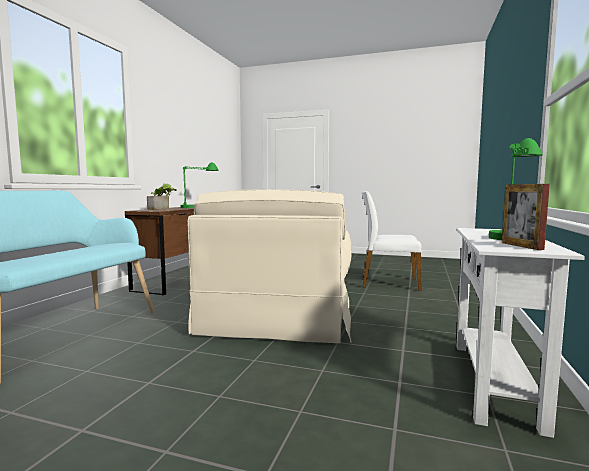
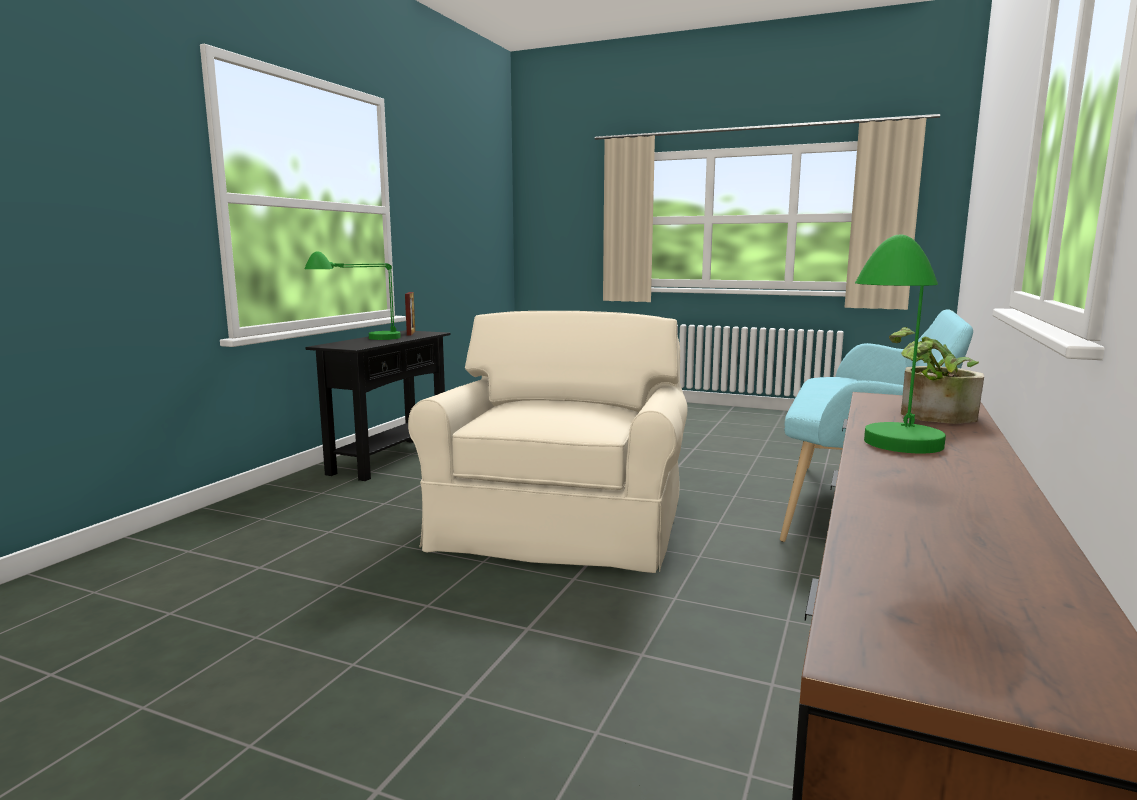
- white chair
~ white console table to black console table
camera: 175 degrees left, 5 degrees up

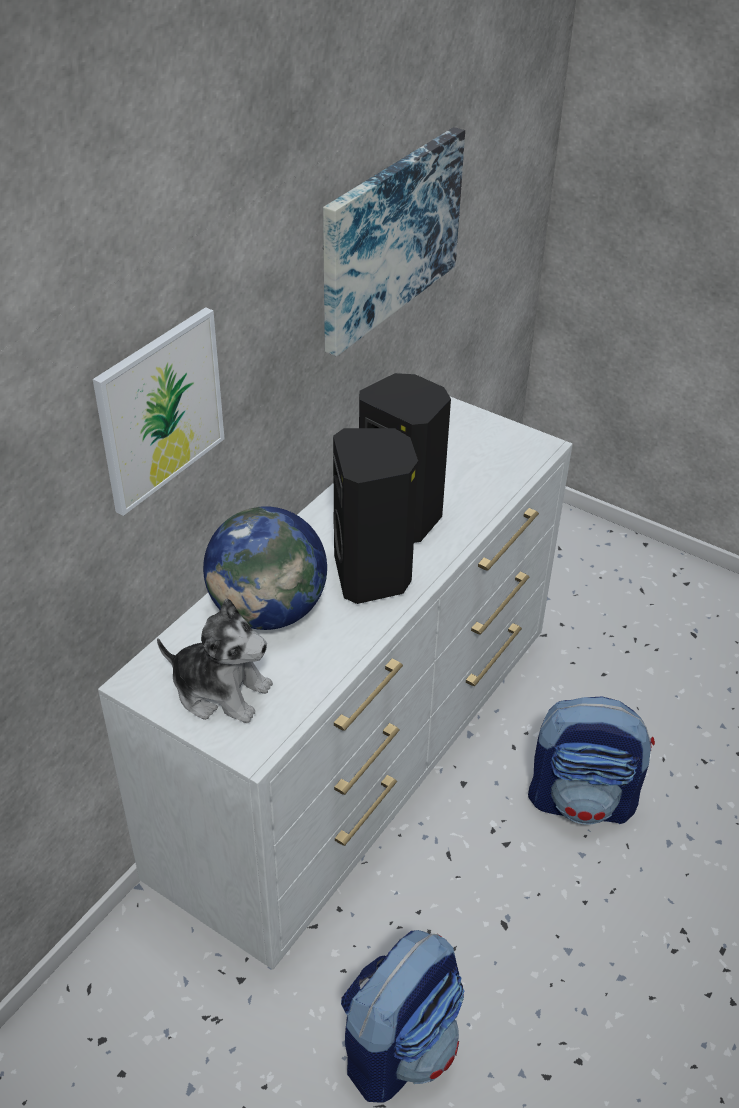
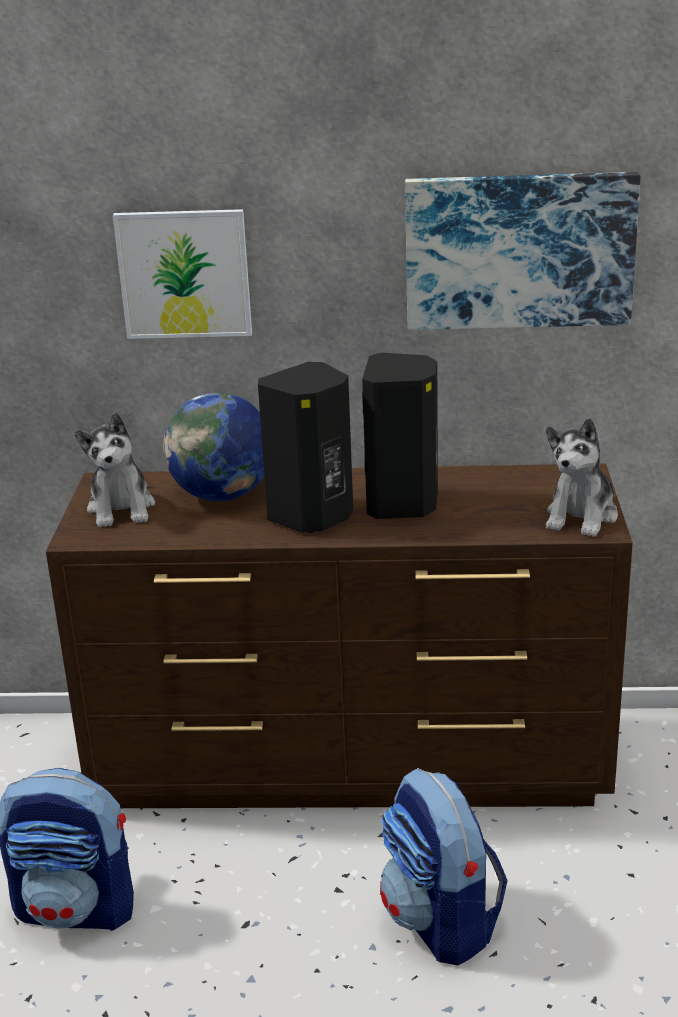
~ white dresser to brown dresser
+ plush toy (no. 2 from left)
camera: 60 degrees right, 15 degrees down

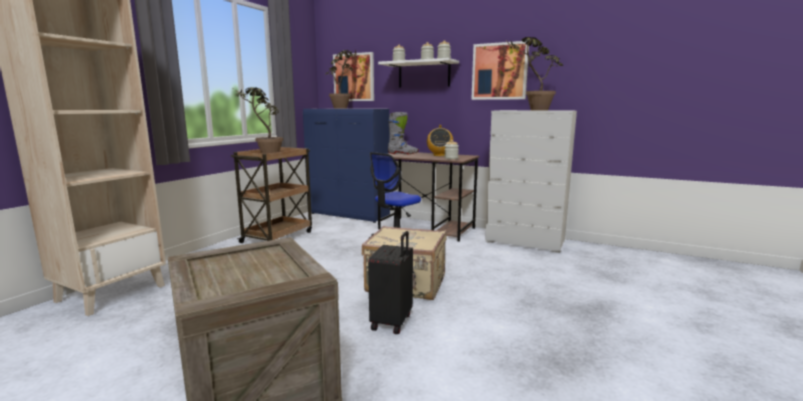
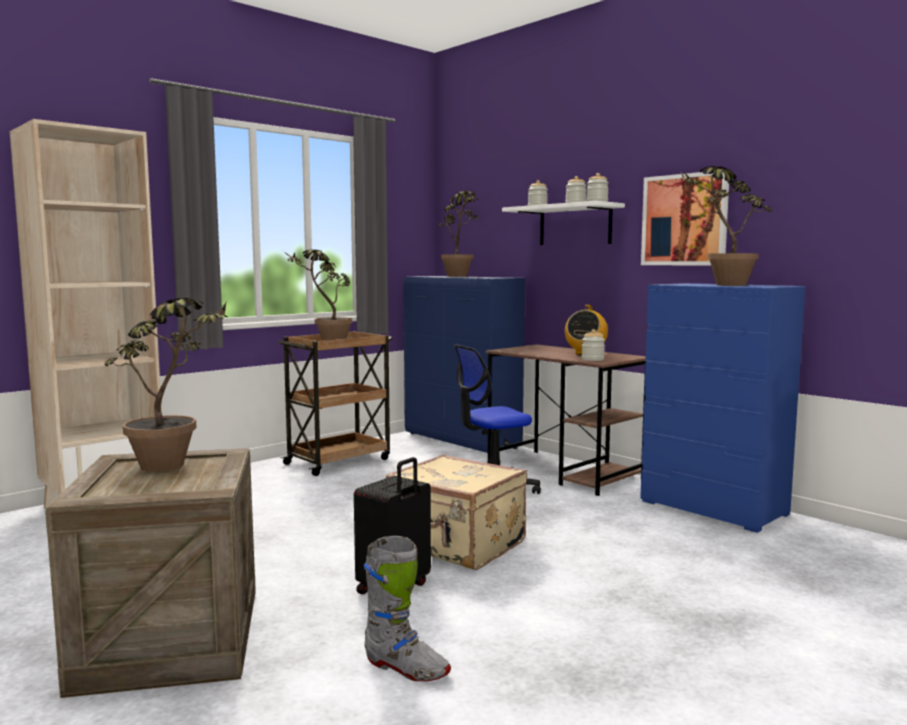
- picture (no. 1 from left)
~ grey boot
~ white dresser to blue dresser
+ potted plant (no. 1 from left)
camera: 20 degrees right, 5 degrees down

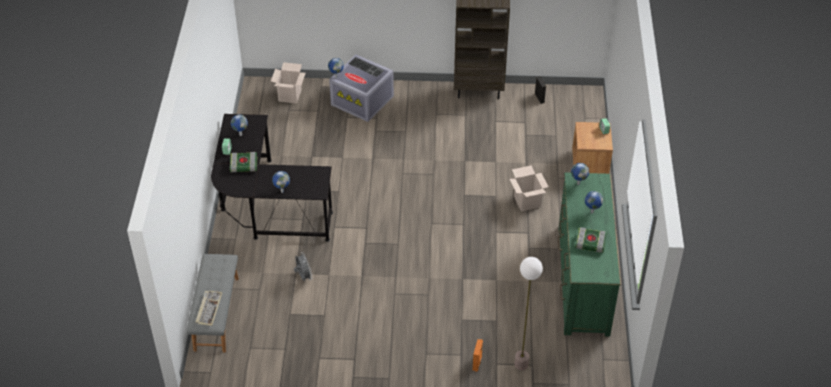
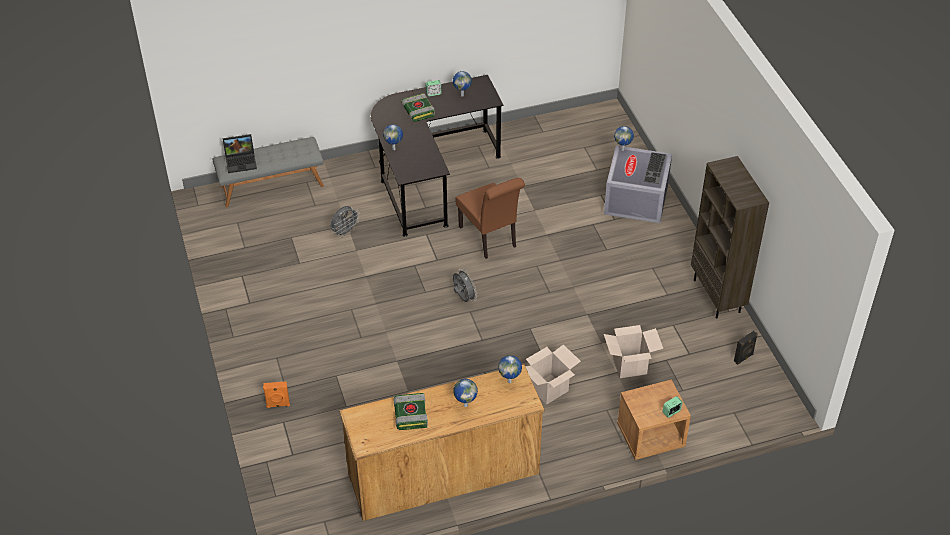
~ keyboard (no. 1 from left) to laptop
~ cardboard box (no. 1 from left in the first image) to cardboard box (no. 2 from left)
- floor lamp
~ green dresser to brown dresser
+ grey fan (no. 2 from left)
+ brown chair
camera: 70 degrees right, 0 degrees up

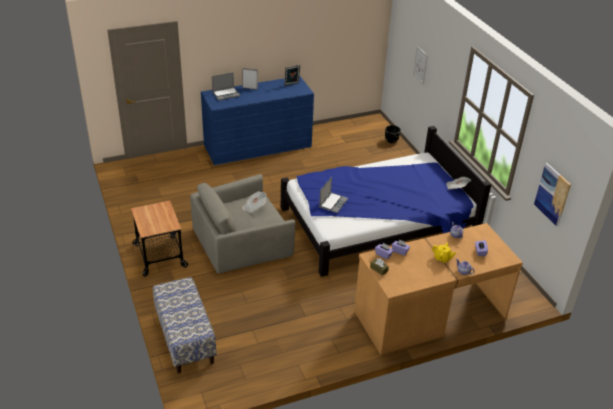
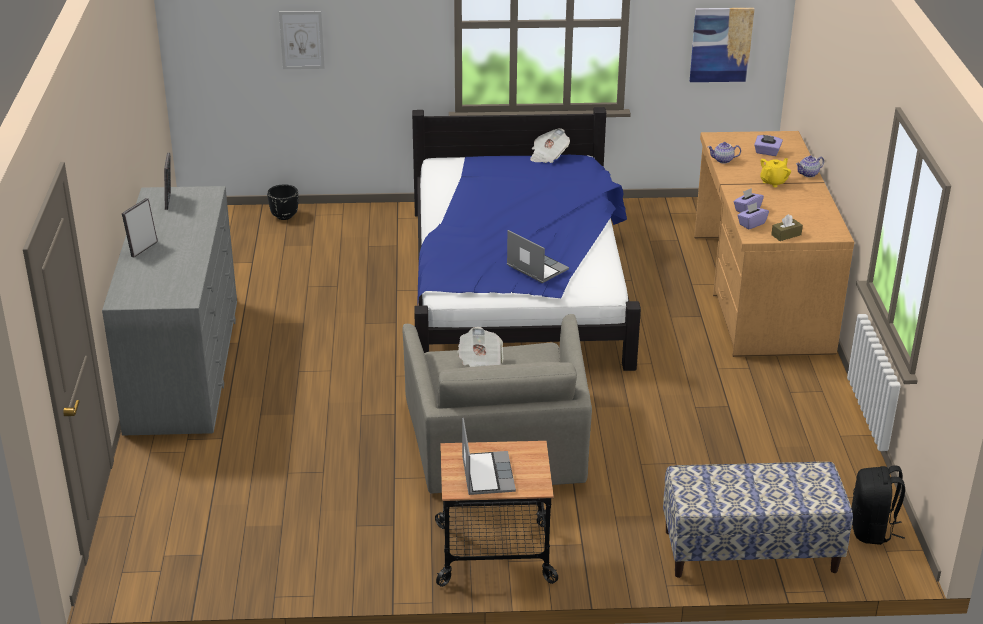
~ blue dresser to grey dresser
~ laptop (no. 1 from left)
+ black backpack
camera: 70 degrees left, 5 degrees down

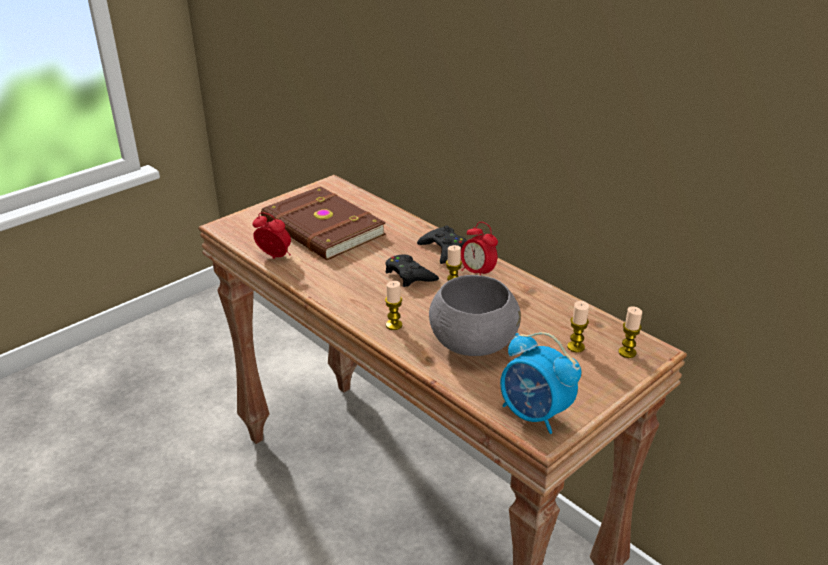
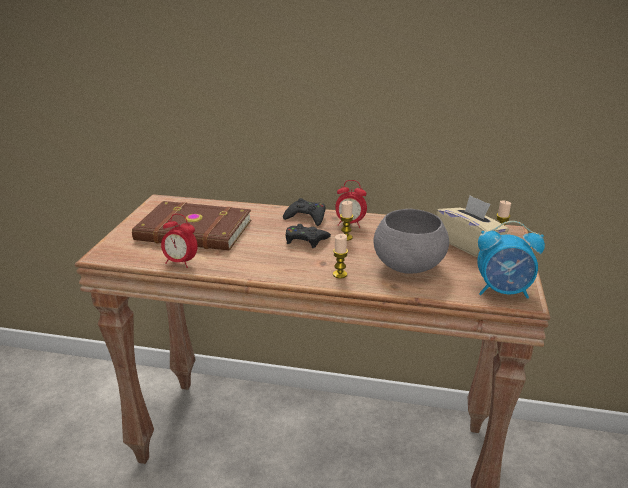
~ alarm clock (no. 1 from left) 150 degrees counterclockwise
~ candle (no. 3 from left) to beige tissue box
camera: 35 degrees left, 5 degrees down

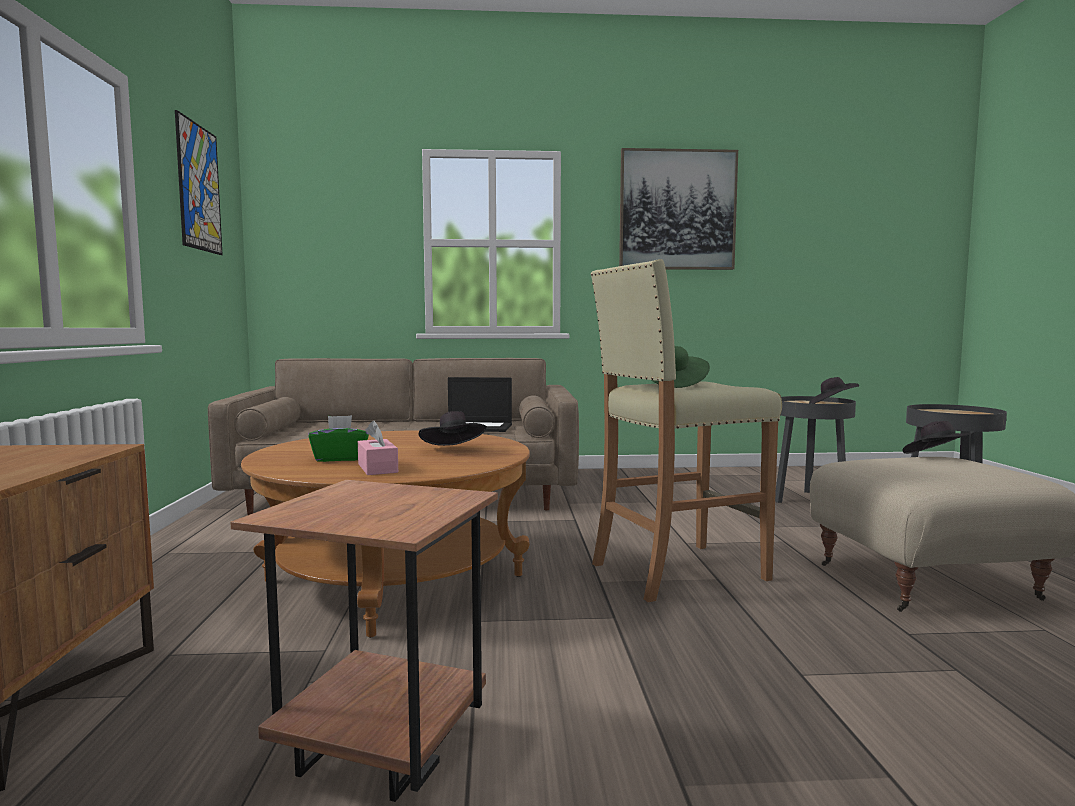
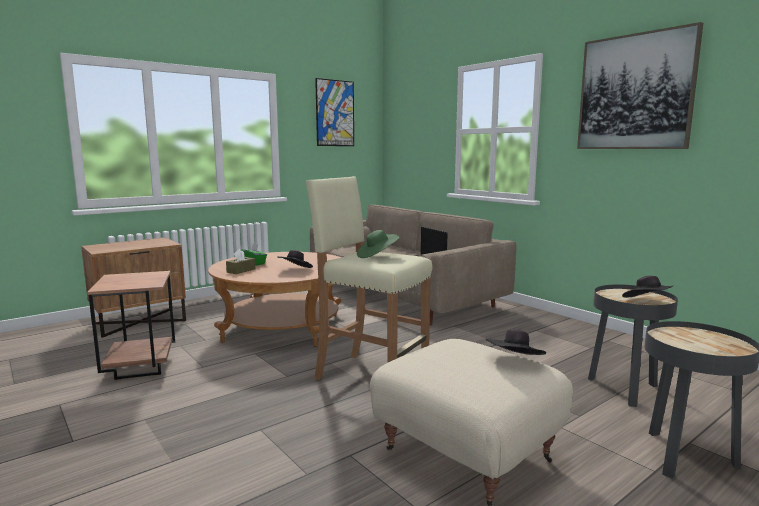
~ pink tissue box to brown tissue box
camera: 55 degrees right, 5 degrees up

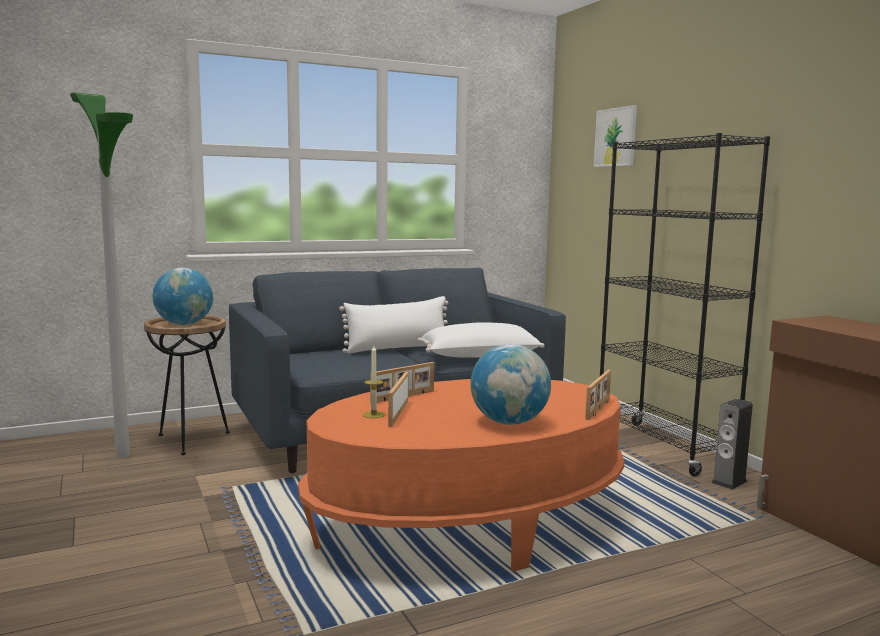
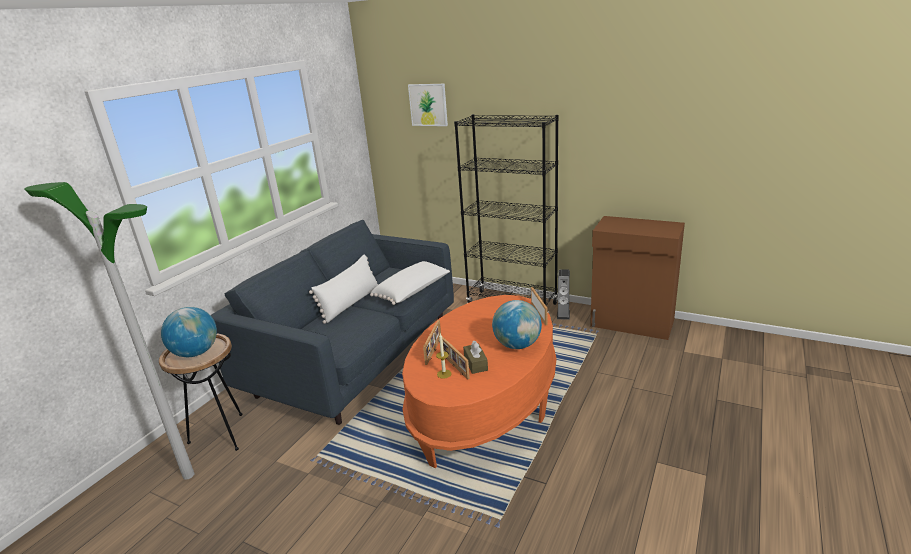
+ brown tissue box
camera: 35 degrees left, 15 degrees up

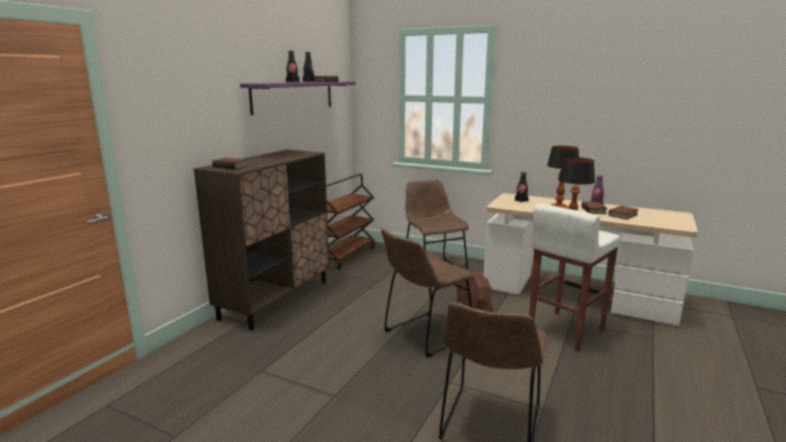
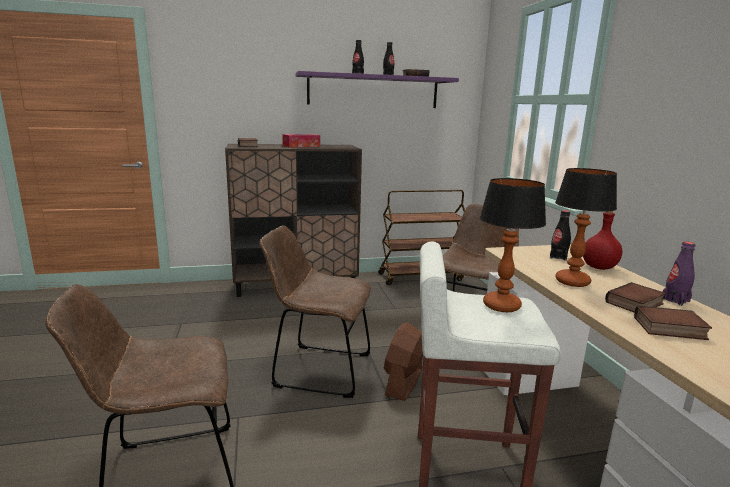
+ tissue box
+ red bottle
camera: 50 degrees right, 0 degrees up

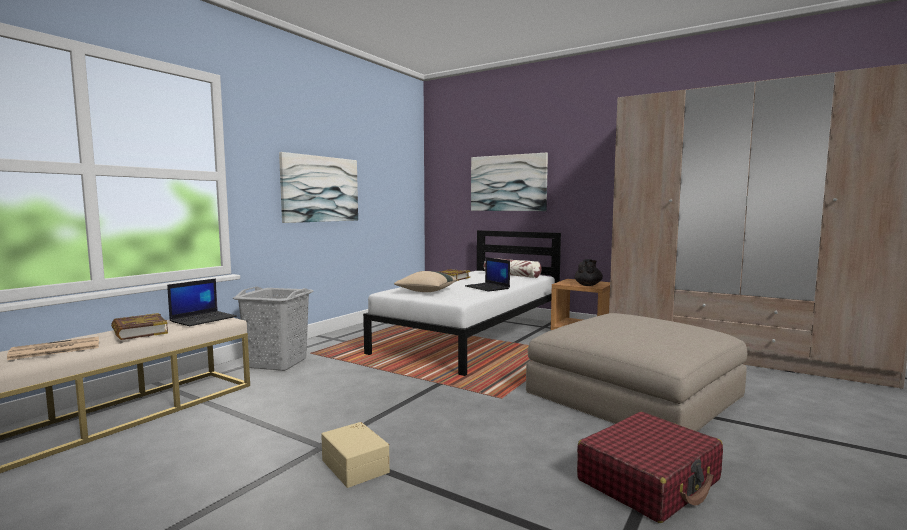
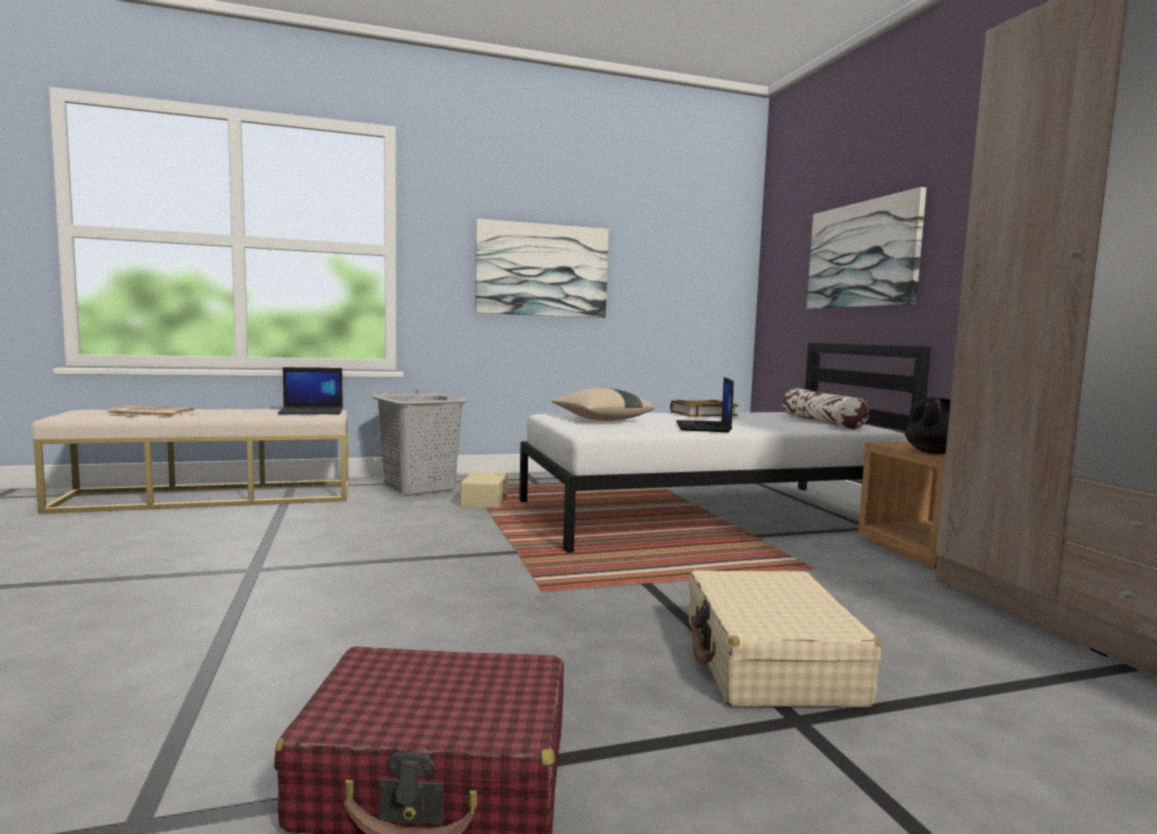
- book (no. 1 from left)
~ beige storage box
~ beige ottoman to beige suitcase
camera: 40 degrees right, 0 degrees up

